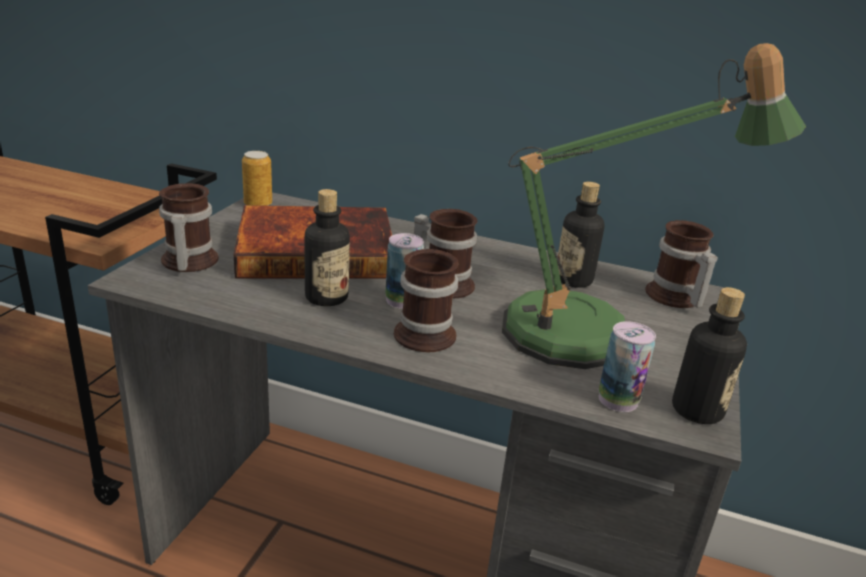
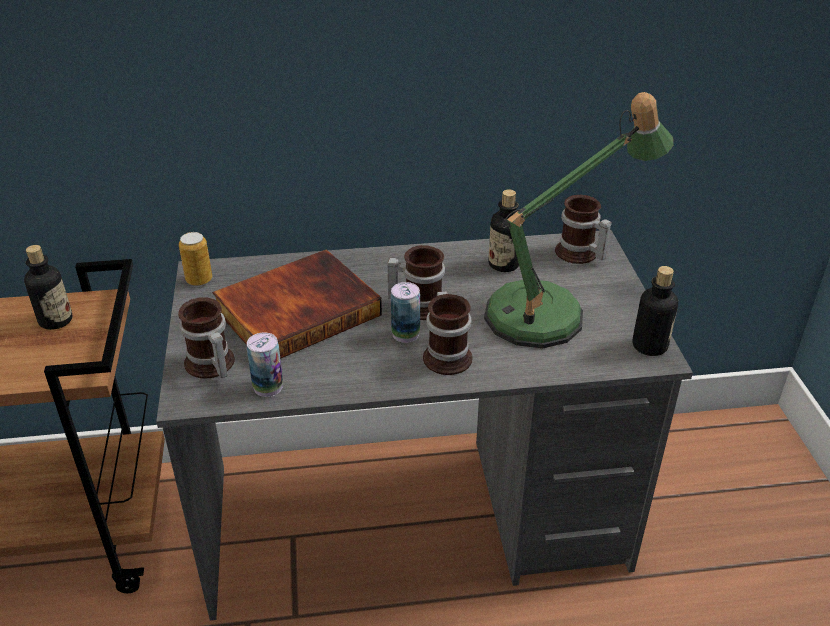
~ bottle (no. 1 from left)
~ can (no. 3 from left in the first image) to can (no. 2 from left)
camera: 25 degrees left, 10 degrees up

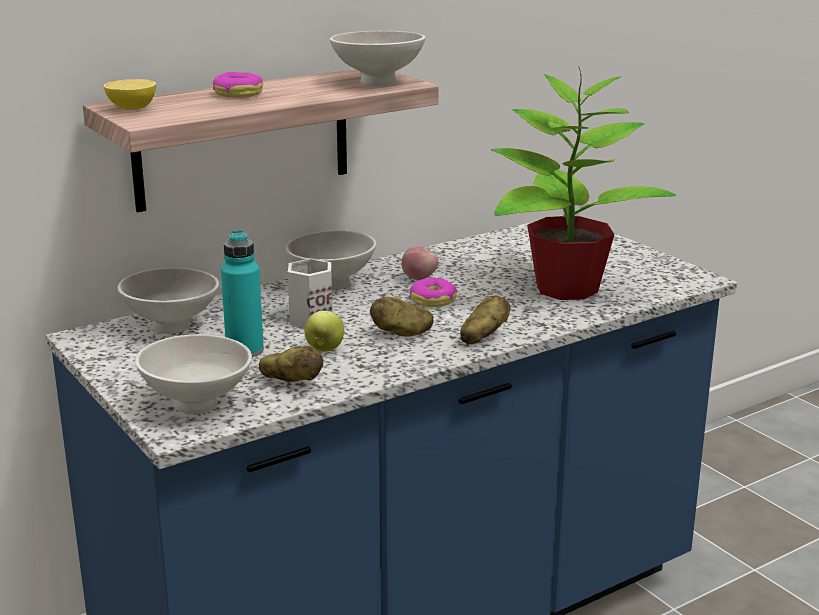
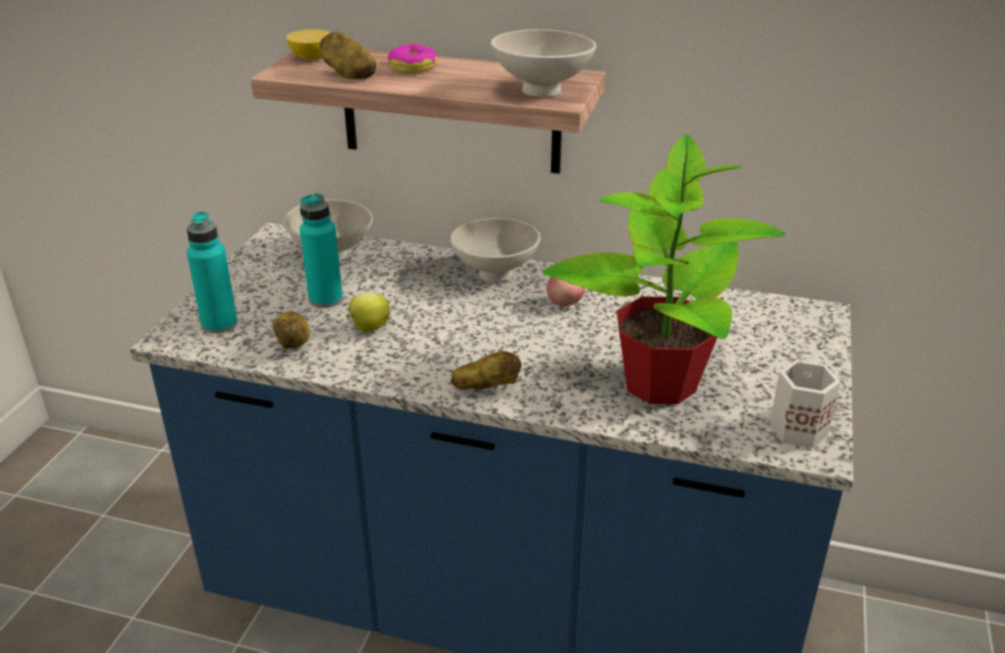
~ white bowl (no. 2 from left) to turquoise bottle (no. 1 from left)
~ white mug
~ potato (no. 2 from left)
- donut (no. 2 from left)
camera: 50 degrees right, 10 degrees up

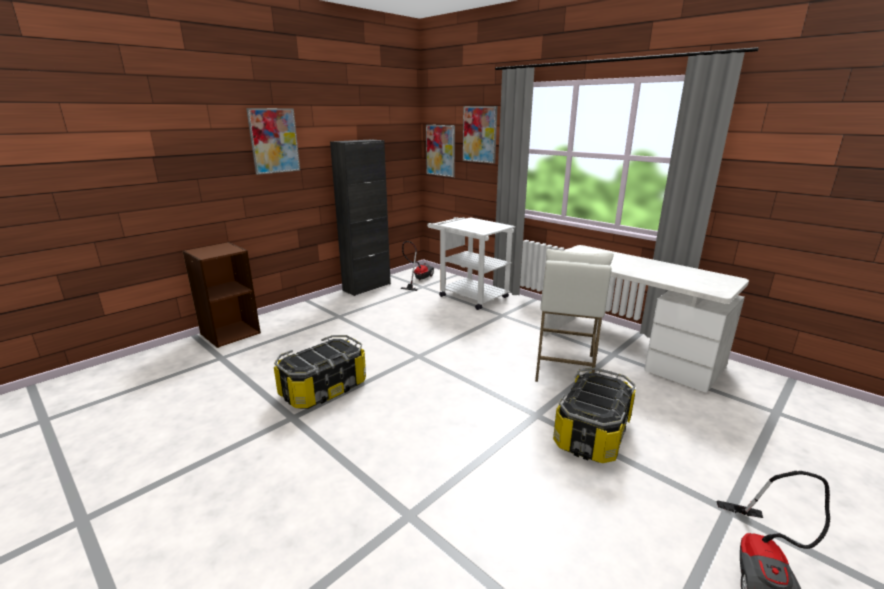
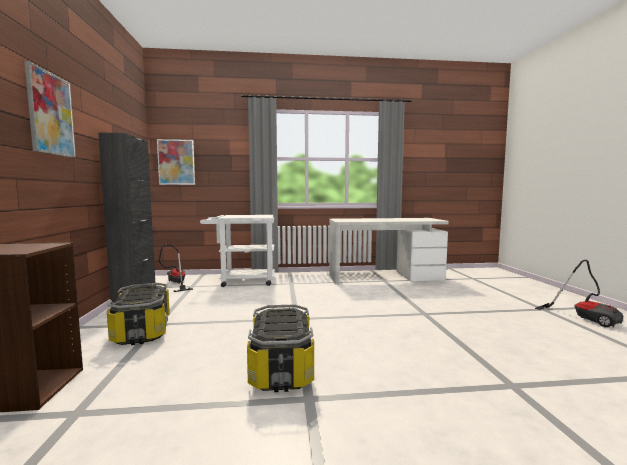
- picture (no. 3 from left)
- white stool
~ storage box (no. 2 from left in the first image) to storage box (no. 1 from left)
camera: 50 degrees left, 15 degrees down

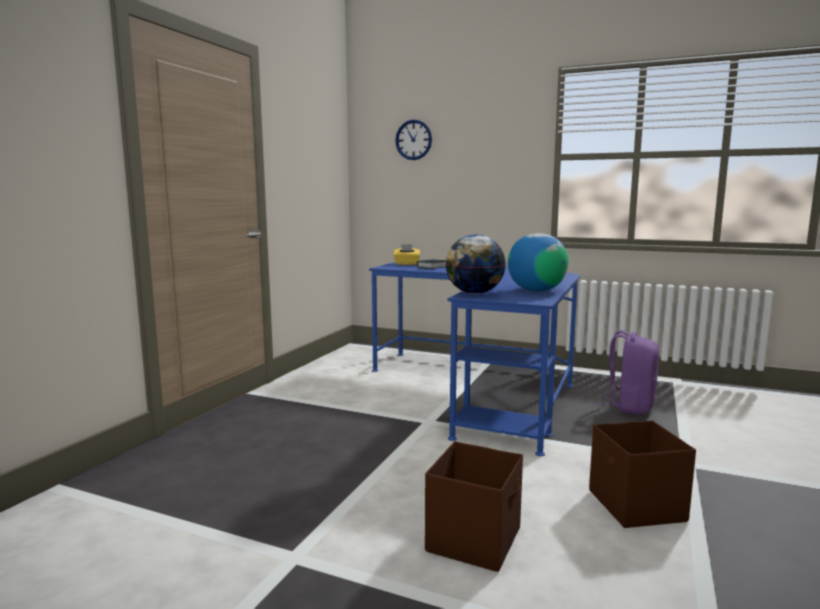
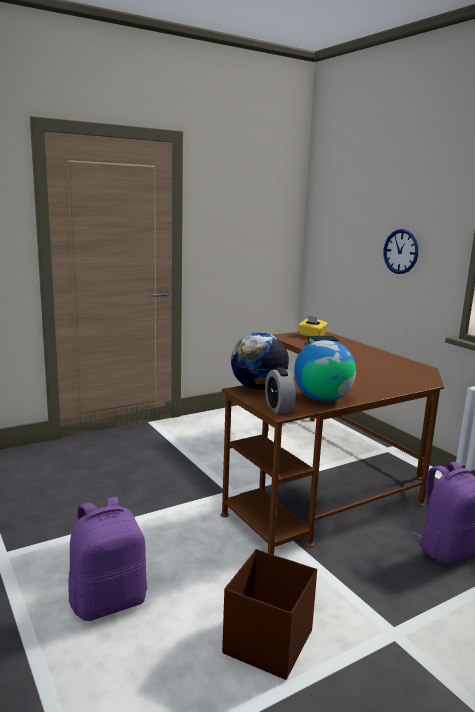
~ blue desk to brown desk
~ wall clock
~ brown storage box (no. 1 from left) to purple backpack (no. 1 from left)
+ alarm clock
camera: 35 degrees right, 5 degrees up

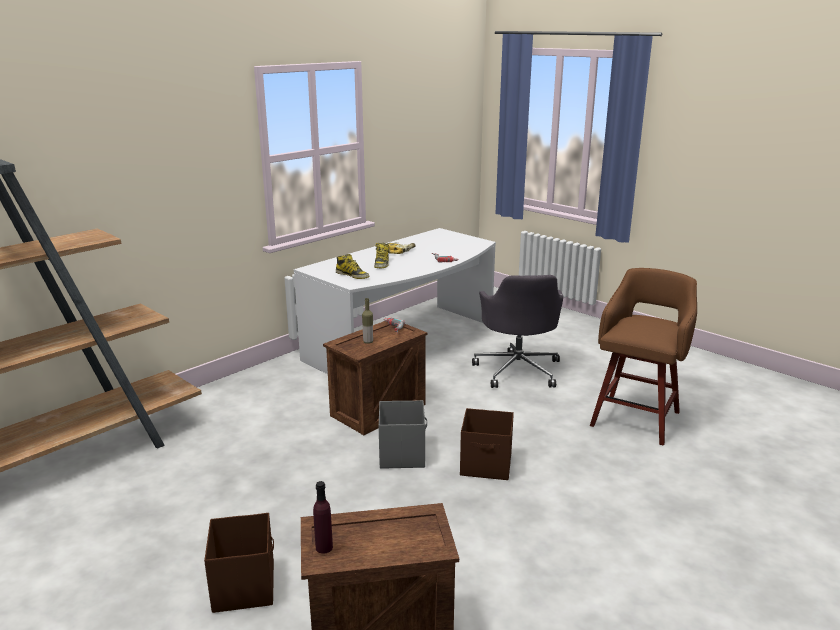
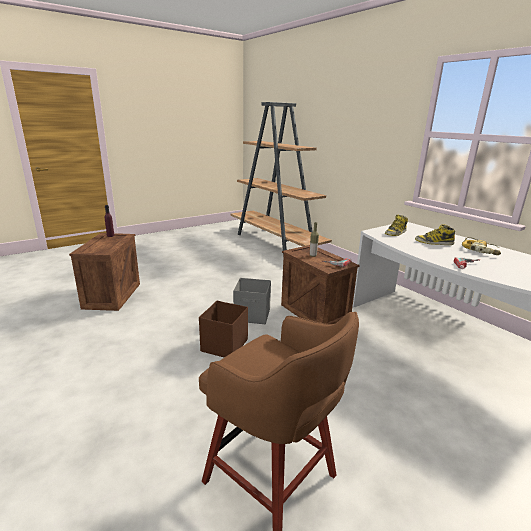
- brown storage box (no. 1 from left)
- grey office chair
camera: 100 degrees right, 0 degrees up

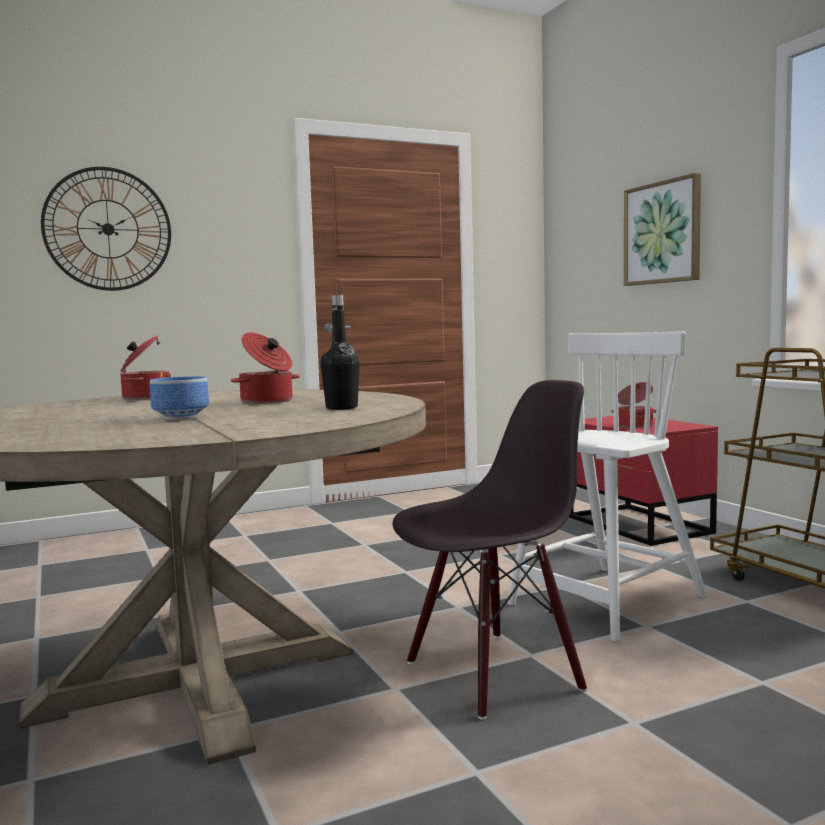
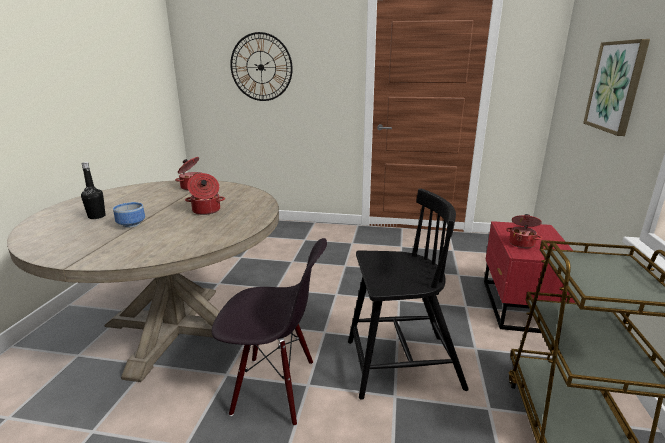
~ black bottle
~ white chair to black chair (no. 2 from left)
camera: 35 degrees right, 15 degrees up

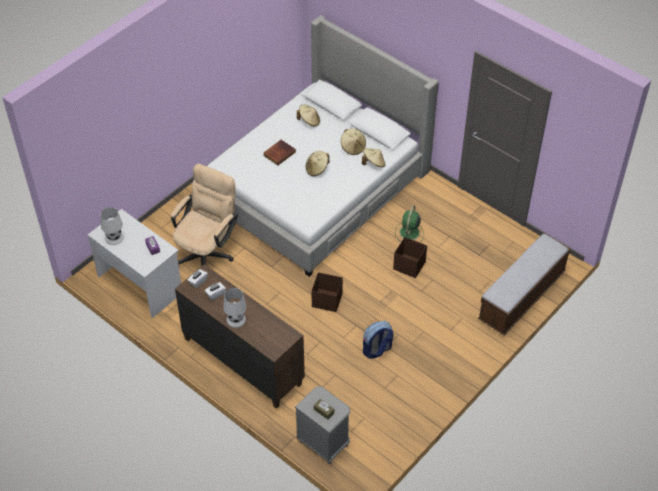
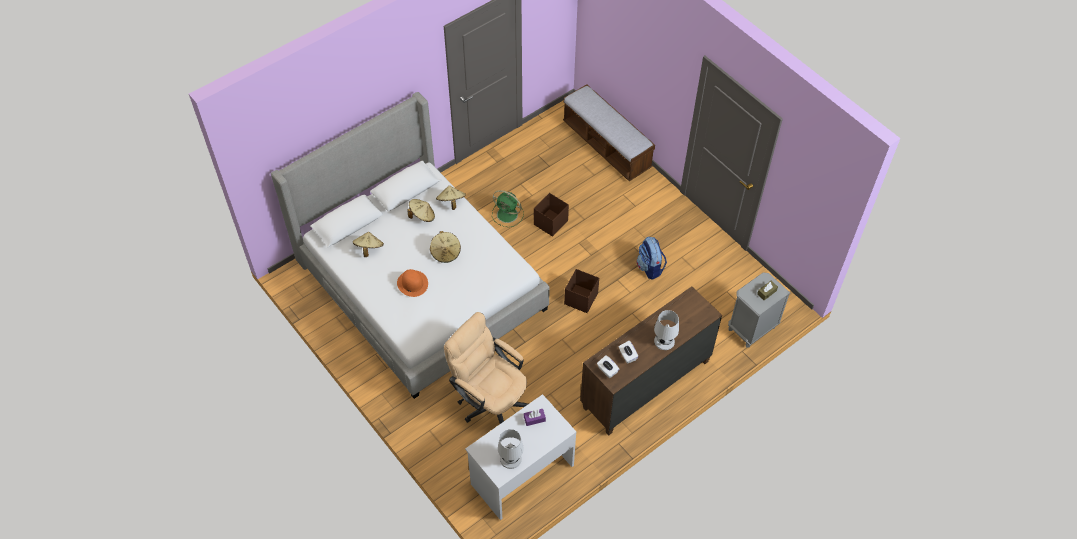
~ book to orange hat
camera: 80 degrees left, 5 degrees up

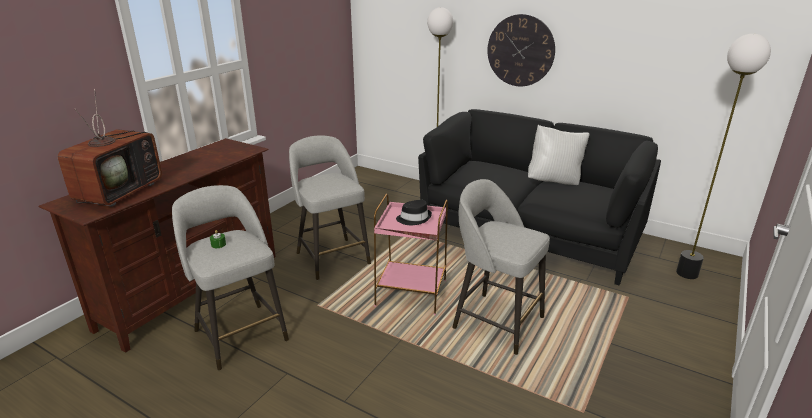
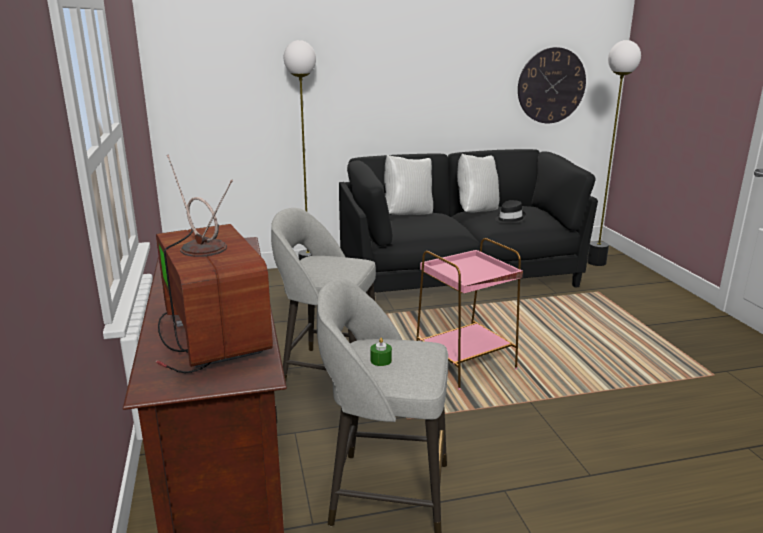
~ black hat
- grey stool (no. 3 from left)
~ wall clock
+ white pillow (no. 1 from left)
camera: 45 degrees left, 5 degrees down

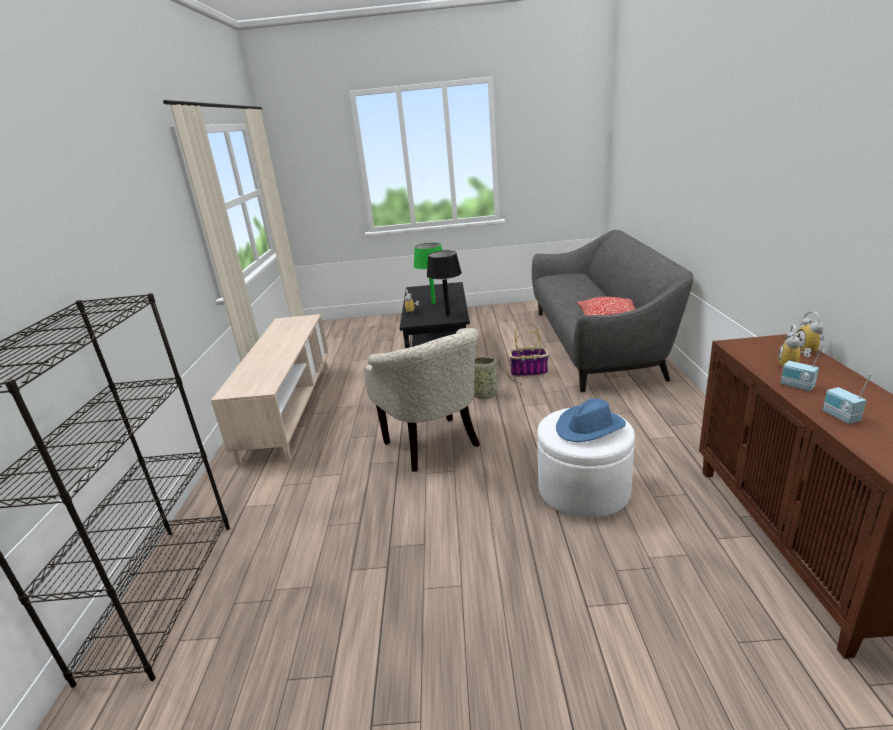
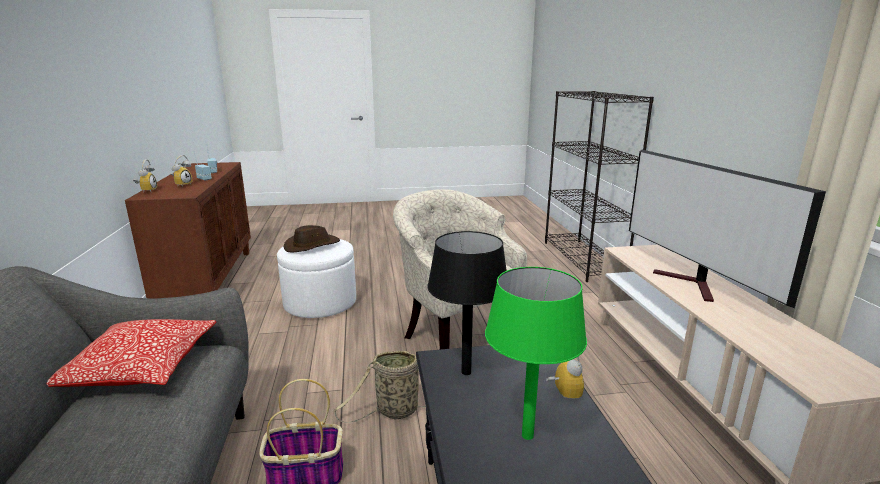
~ blue hat to brown hat
+ television
camera: 170 degrees right, 5 degrees down

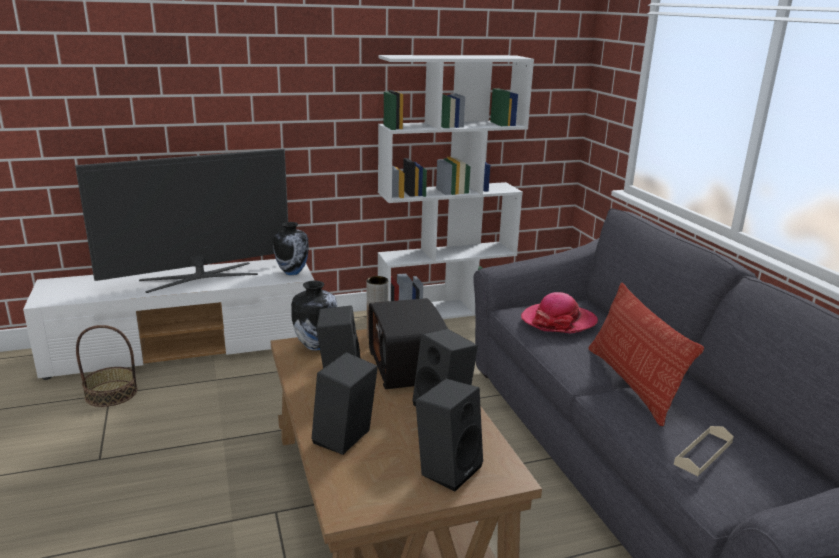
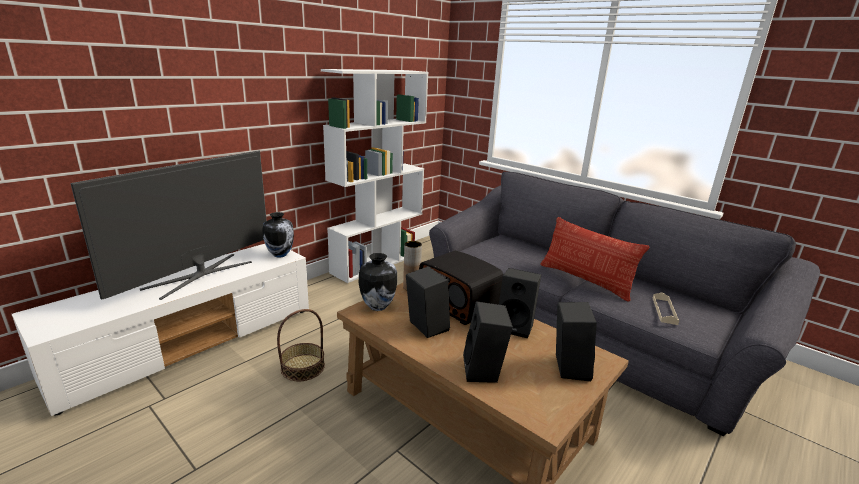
~ basket
- hat
camera: 30 degrees left, 0 degrees up

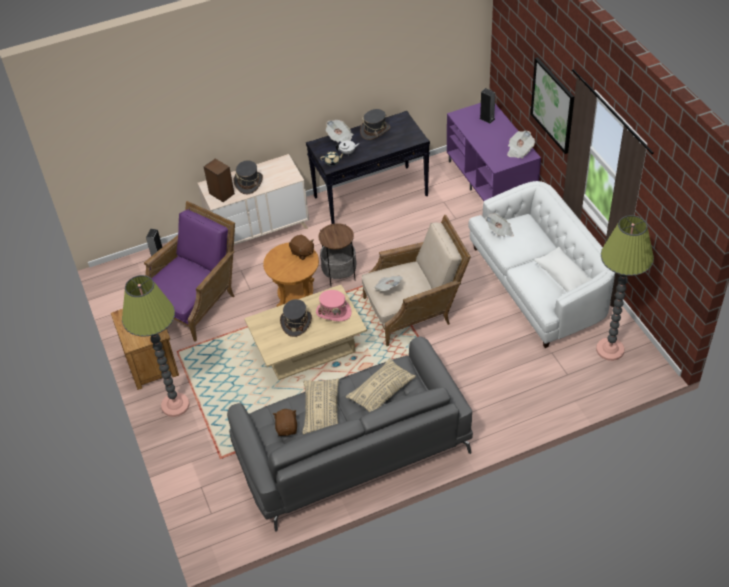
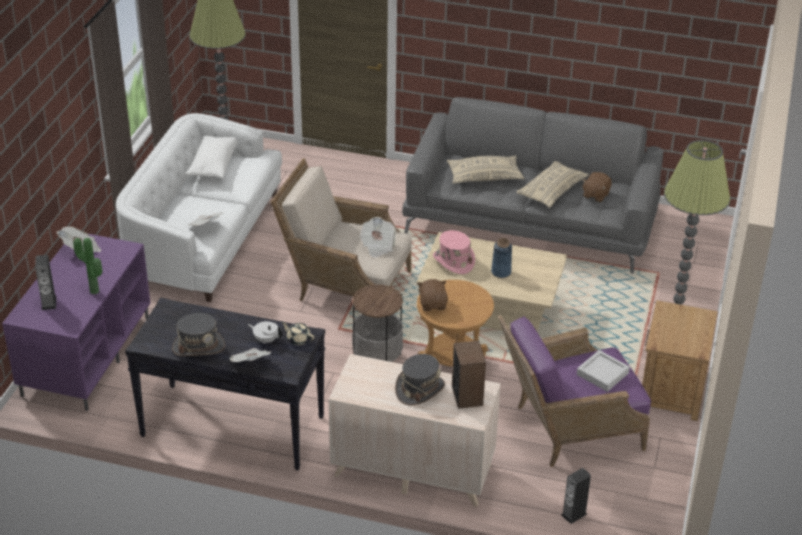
~ grey hat (no. 2 from left) to blue vase
- picture
+ potted plant
+ grey tray
camera: 145 degrees left, 10 degrees down

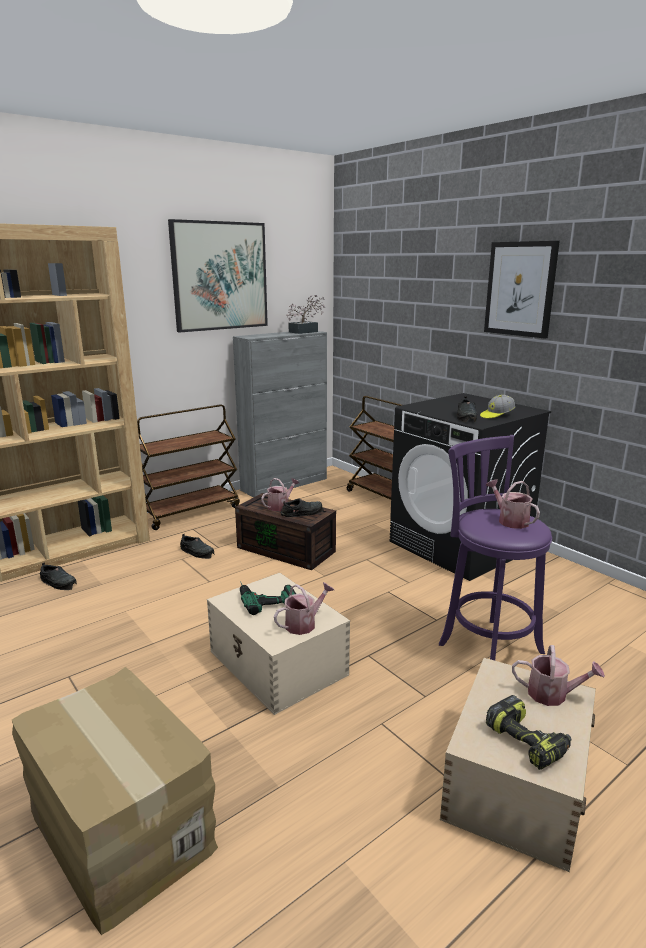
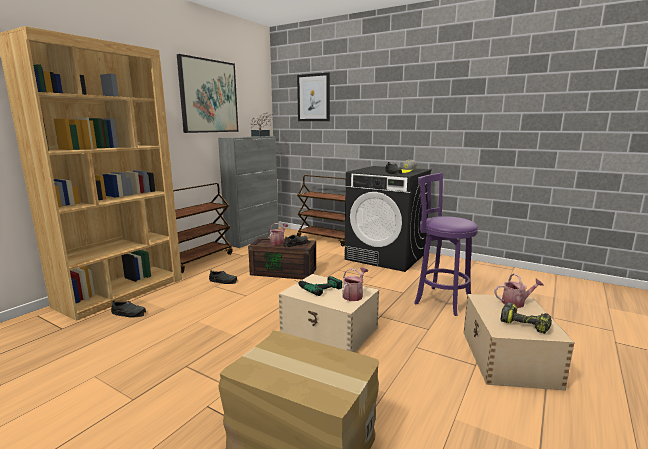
~ picture (no. 2 from left)
- watering can (no. 3 from left)
camera: 20 degrees left, 5 degrees down

